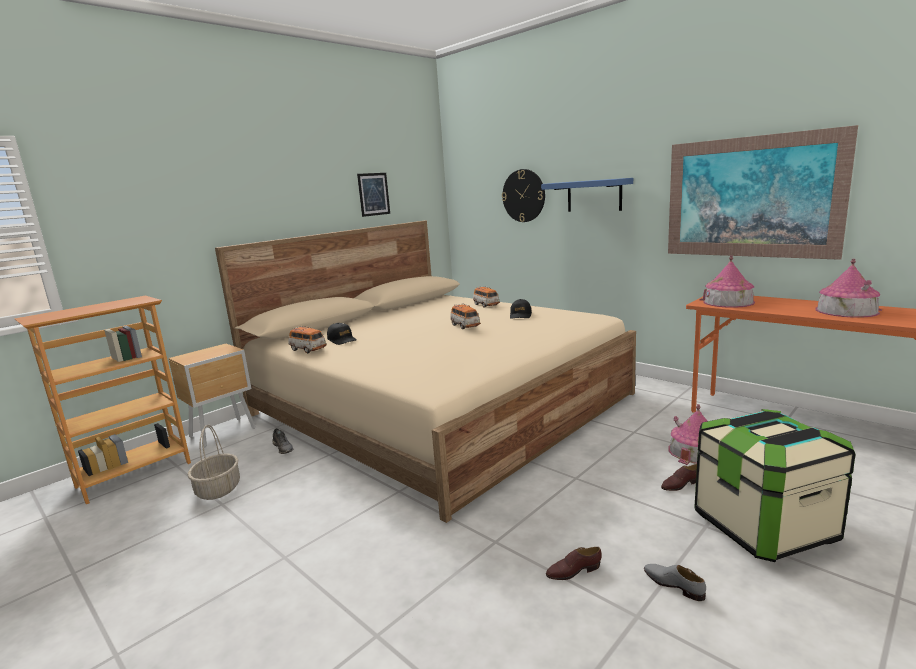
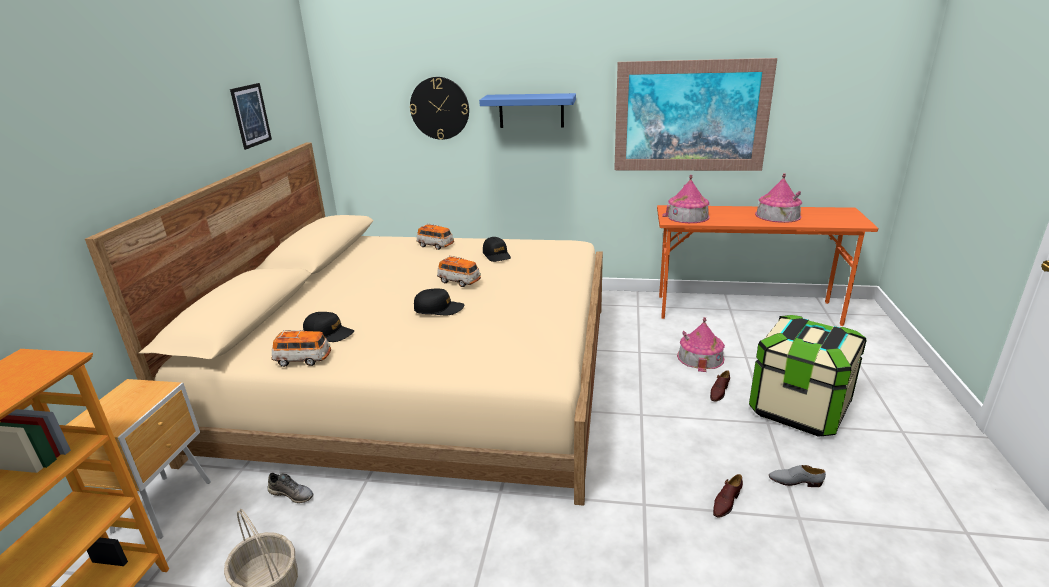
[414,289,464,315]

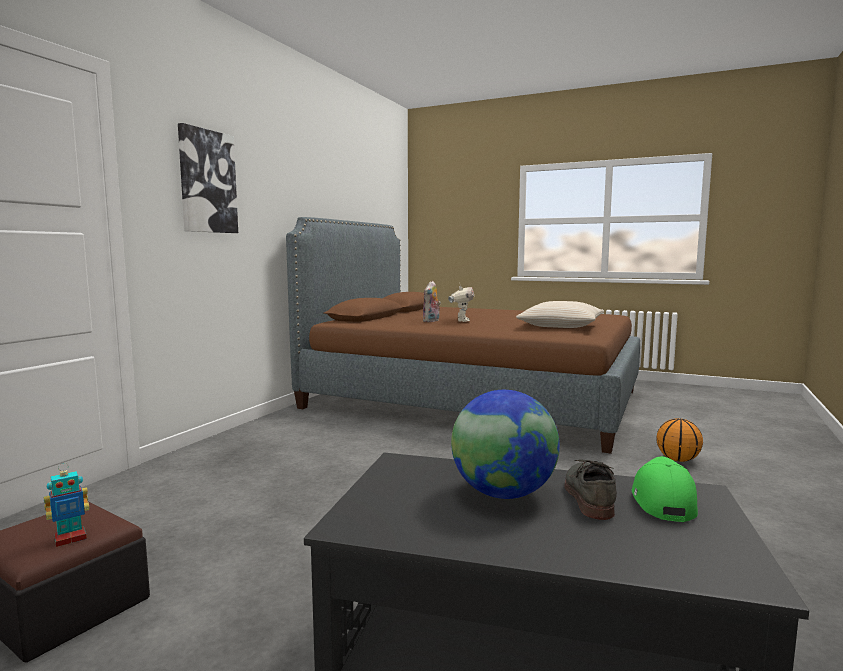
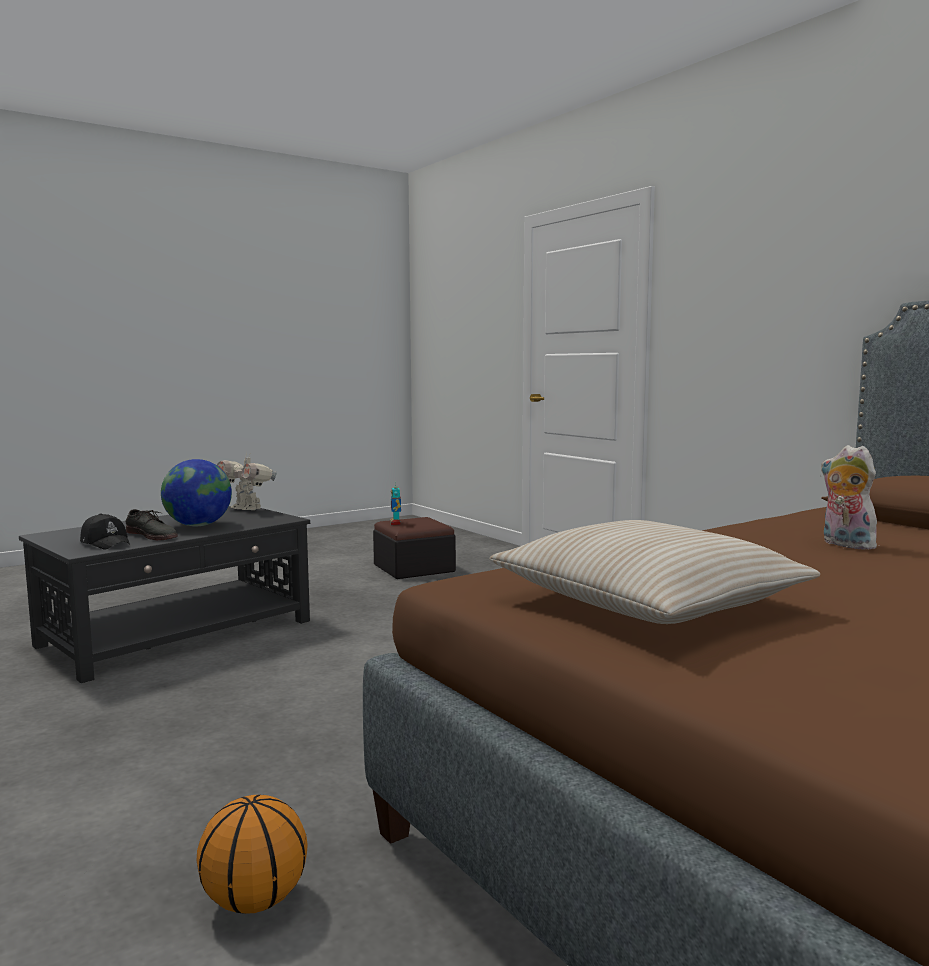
[178,123,238,233] (first image)
[217,452,277,510]
[80,513,130,550]

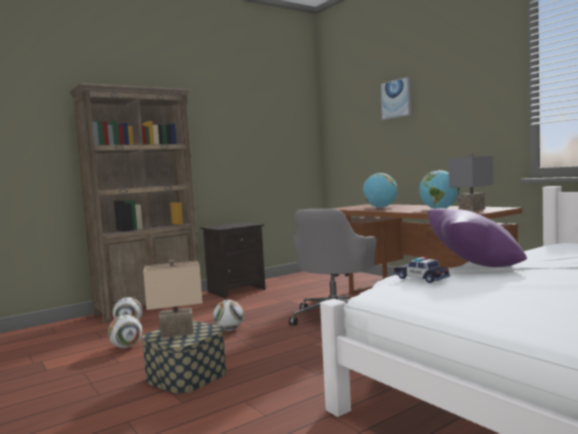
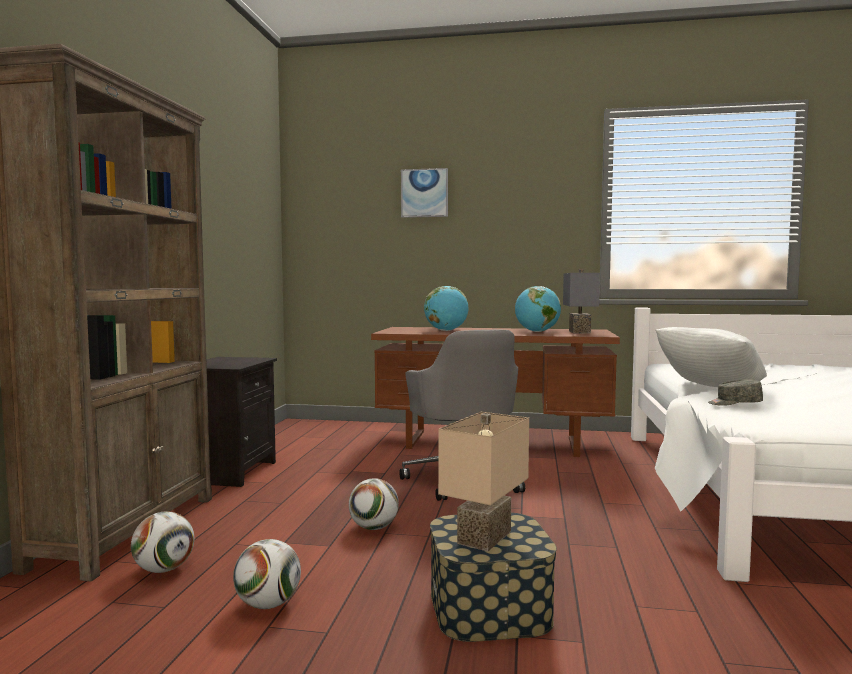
[655,327,767,387]
[708,380,763,406]

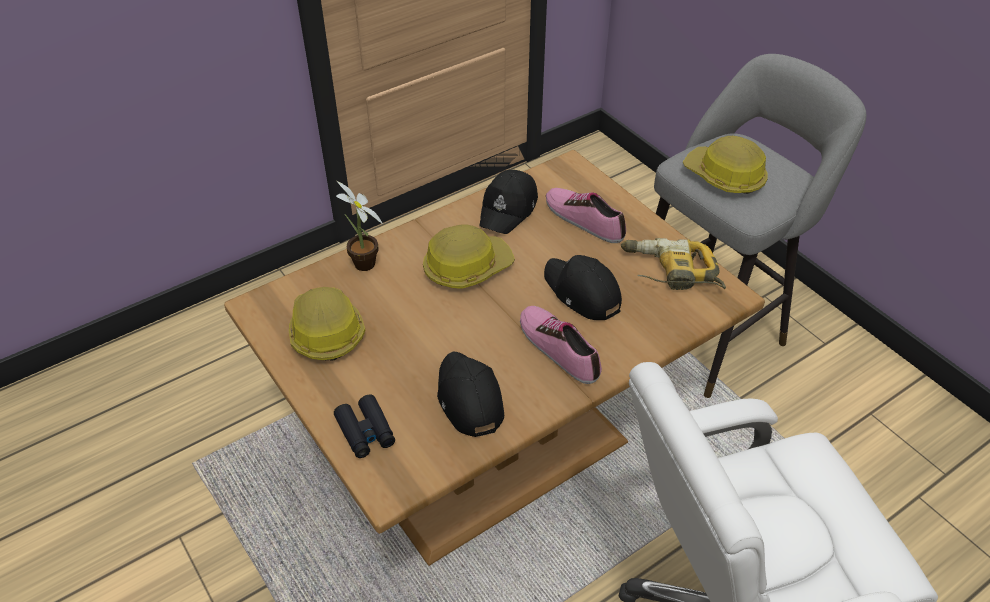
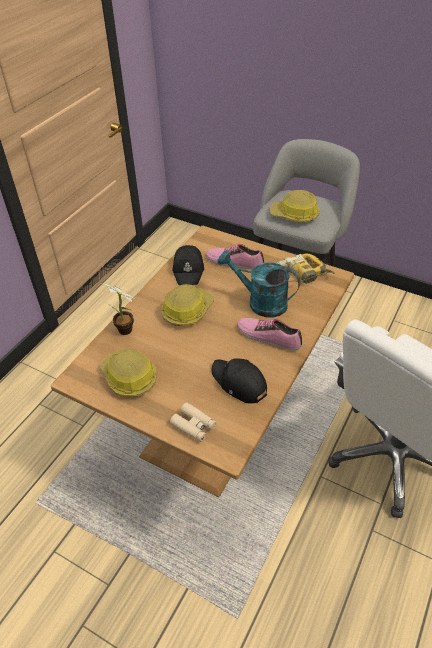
[217,250,300,318]
[170,403,216,442]

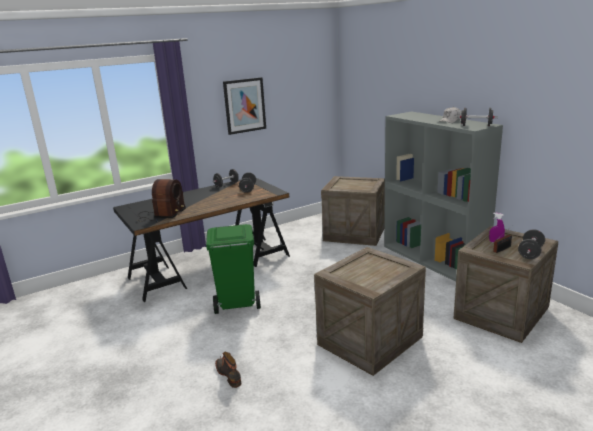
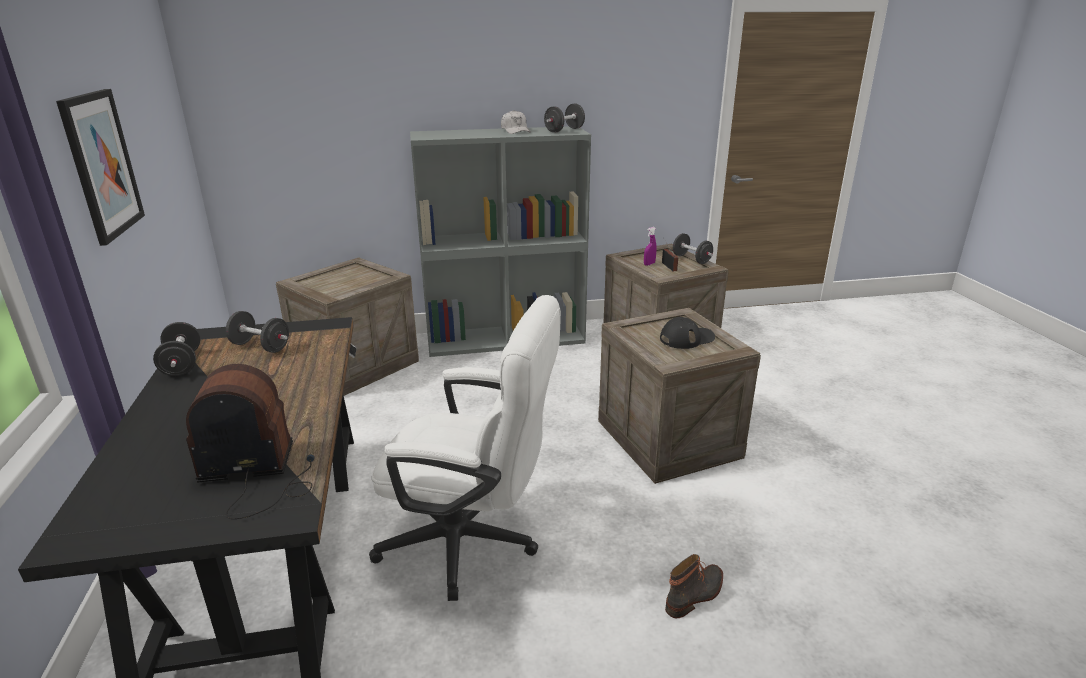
[186,364,314,519]
[369,295,561,601]
[665,554,723,618]
[660,317,715,349]

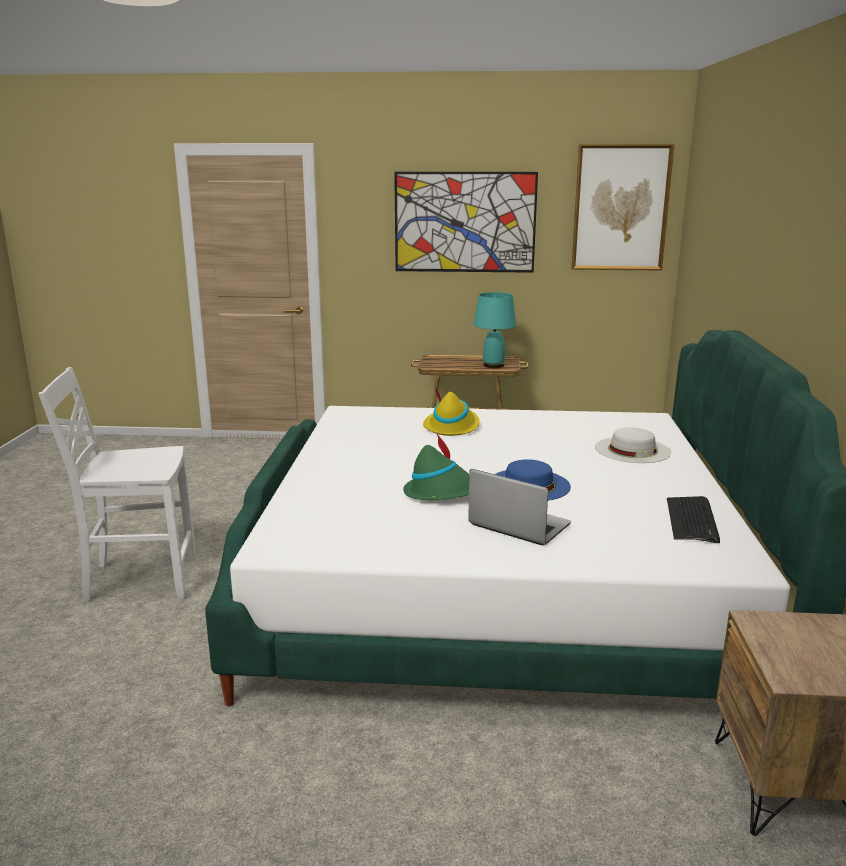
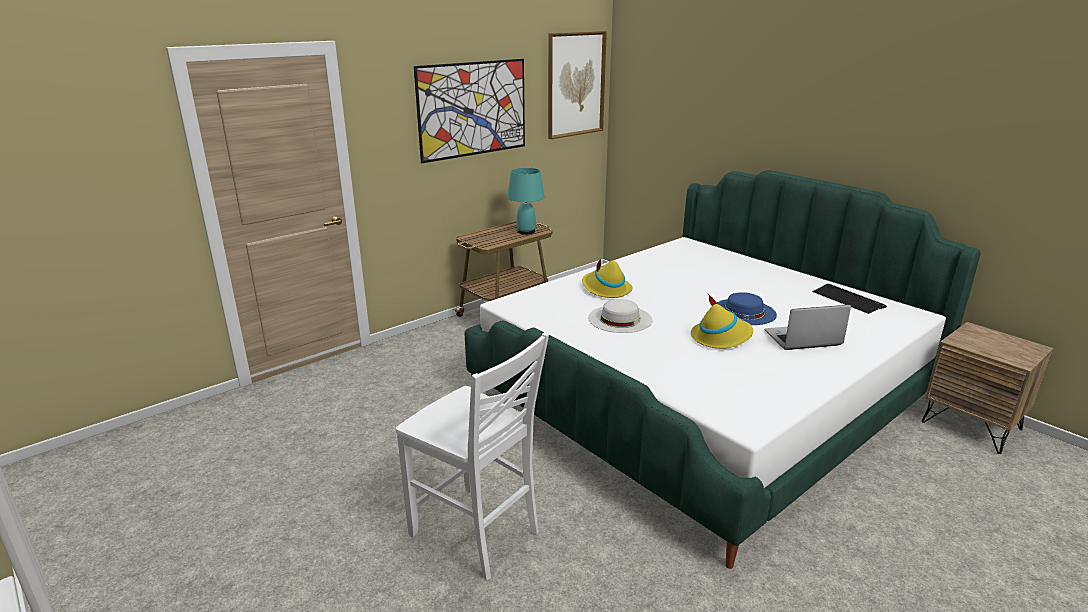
[396,332,549,580]
[588,299,652,333]
[691,294,753,349]

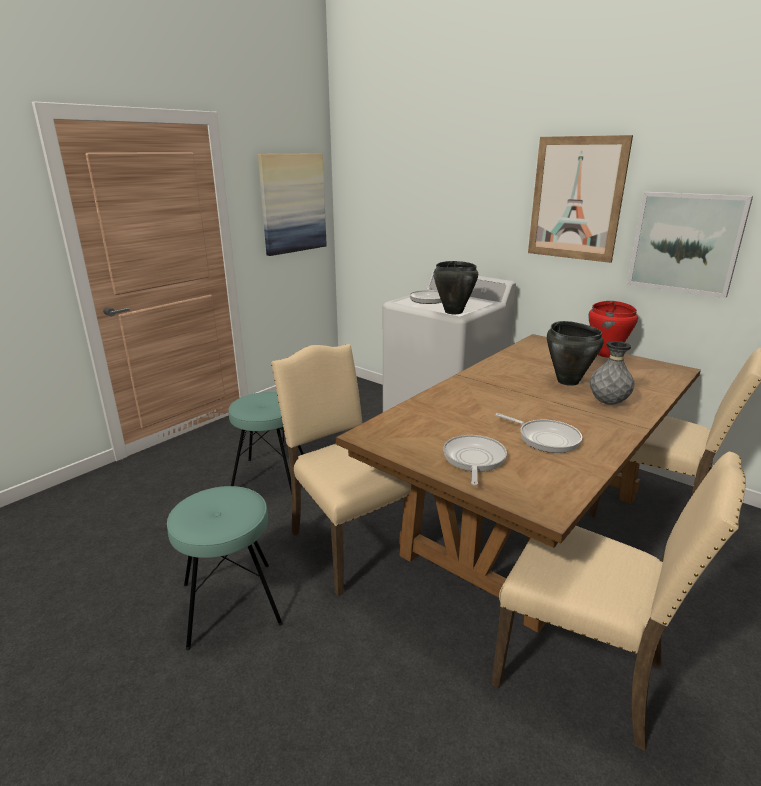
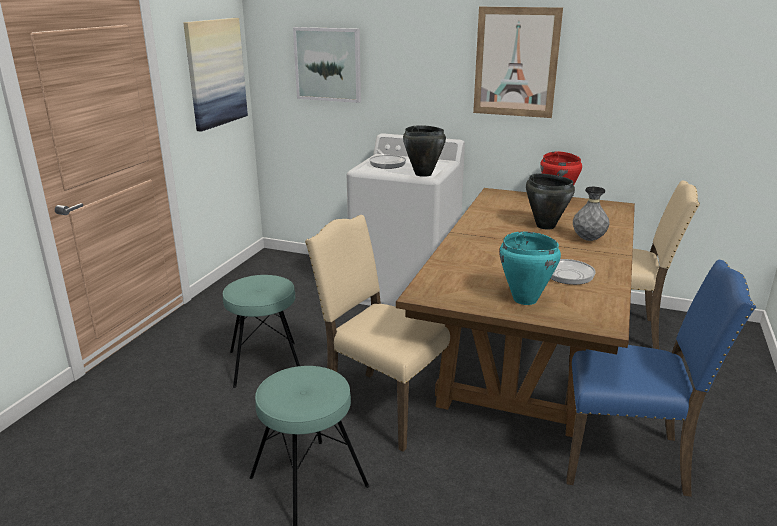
[293,27,361,103]
[499,231,561,305]
[565,260,756,497]

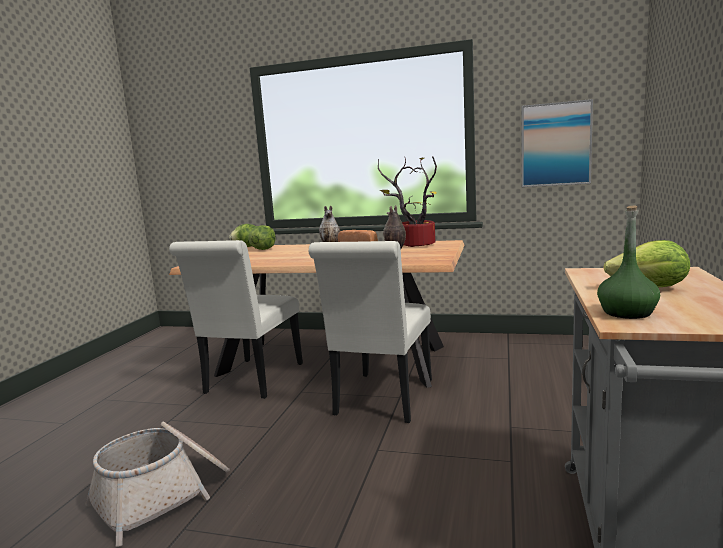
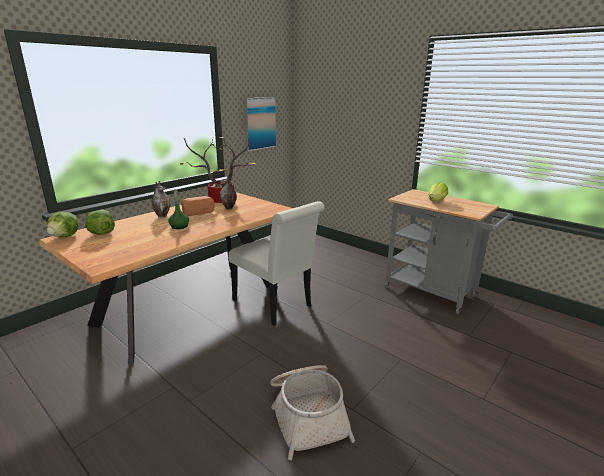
[168,189,189,229]
[169,240,303,399] (first image)

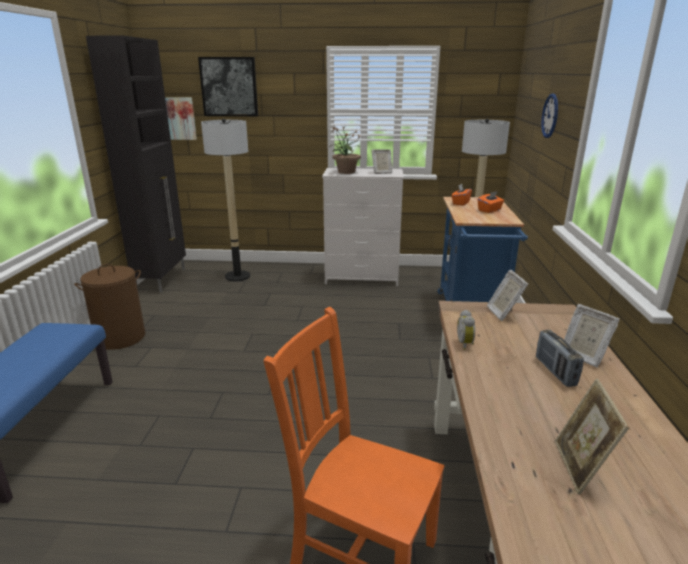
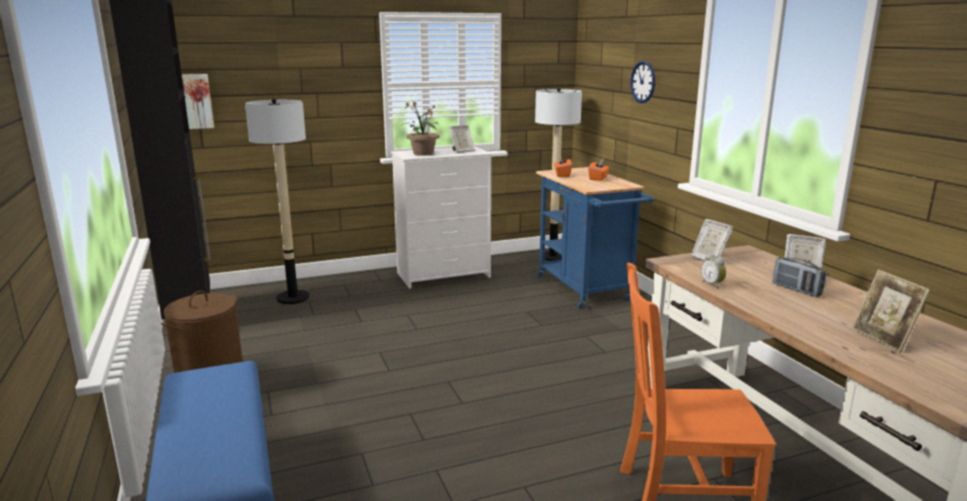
[198,57,258,116] (first image)

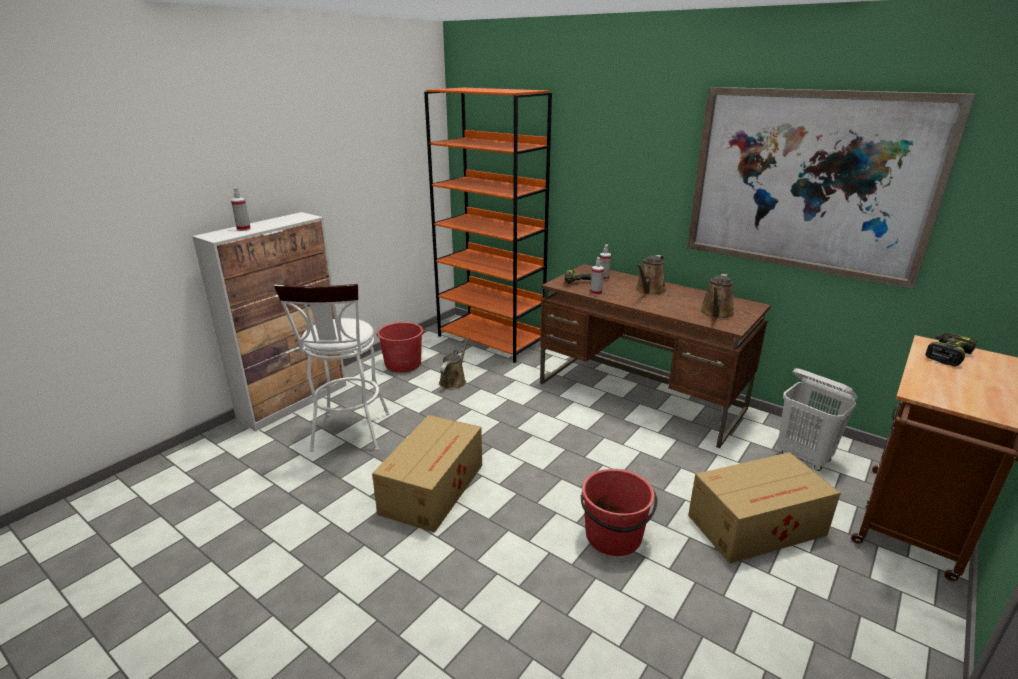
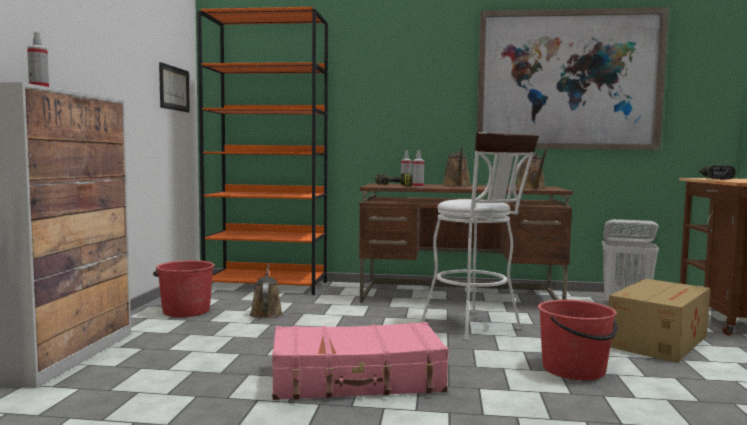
[421,132,539,341]
[272,322,449,400]
[159,62,190,112]

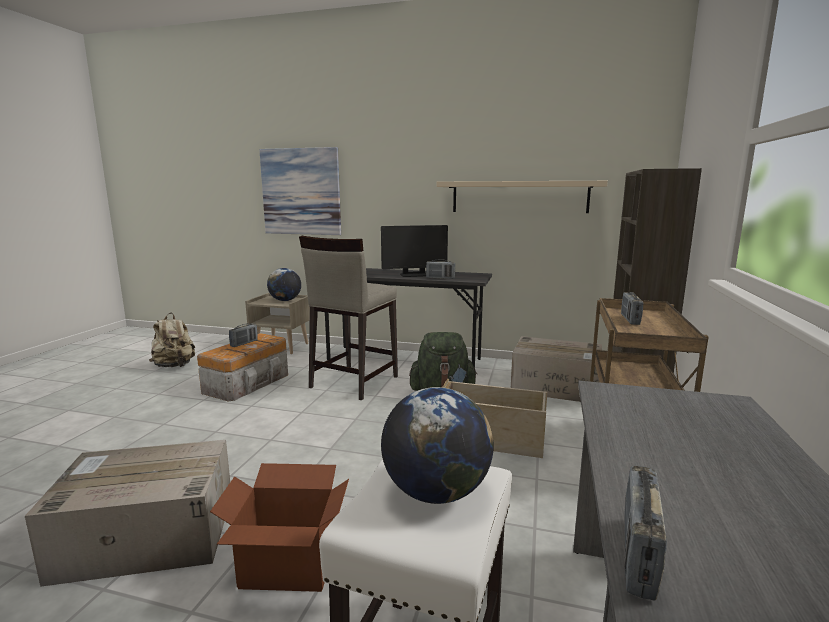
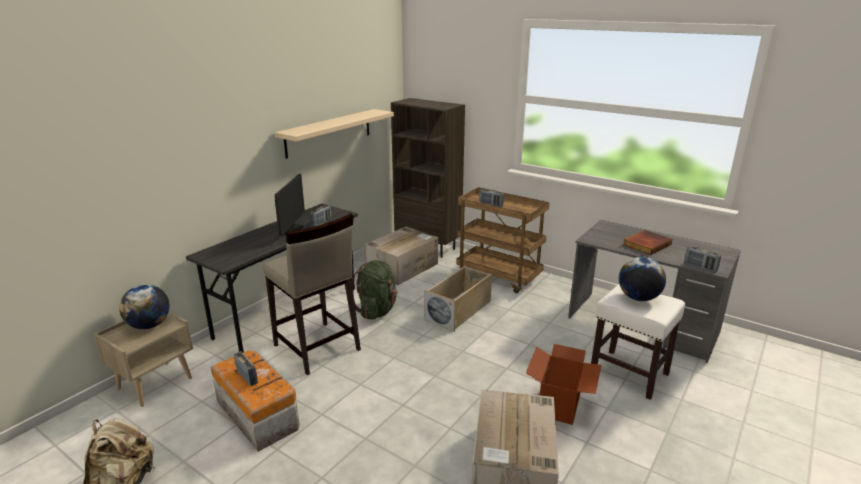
[259,147,341,235] (first image)
[623,230,672,255]

